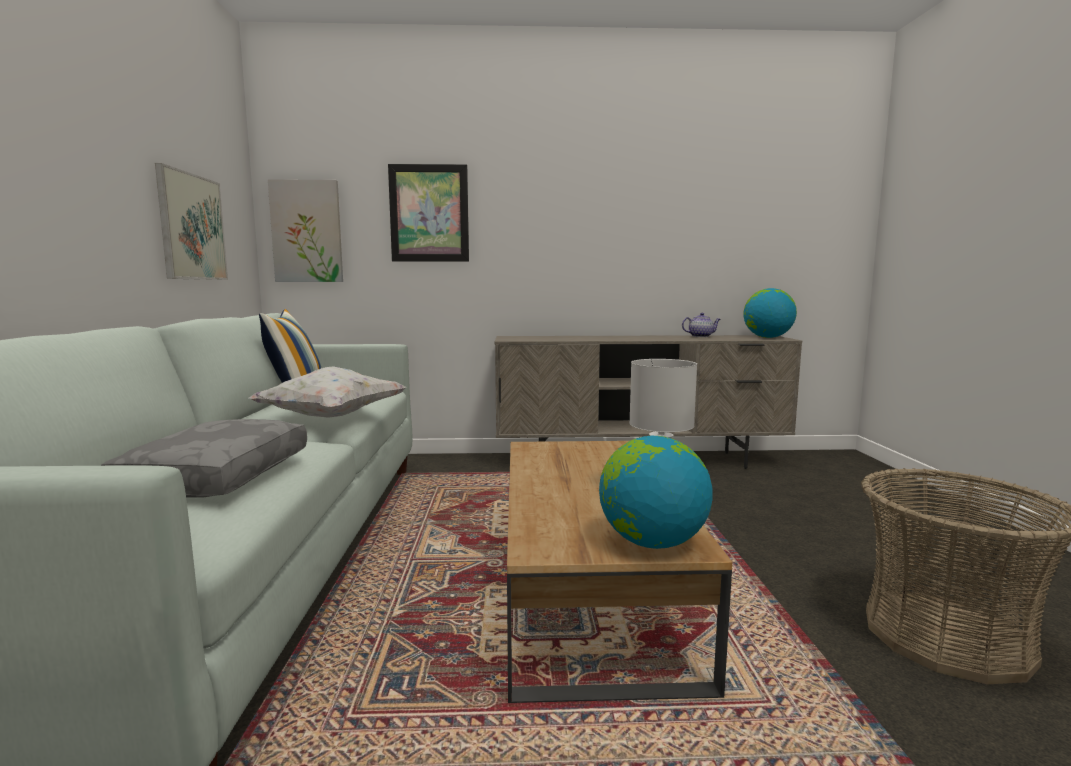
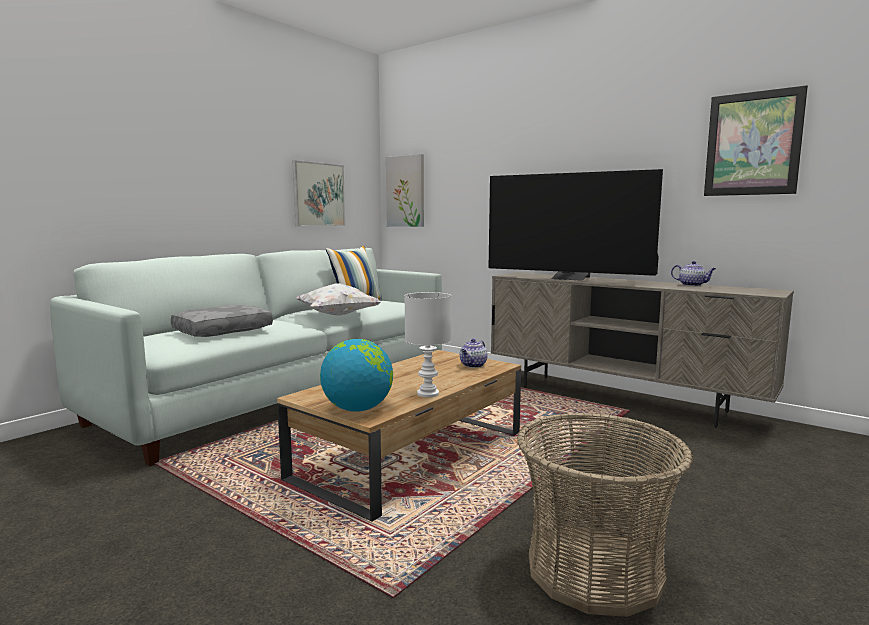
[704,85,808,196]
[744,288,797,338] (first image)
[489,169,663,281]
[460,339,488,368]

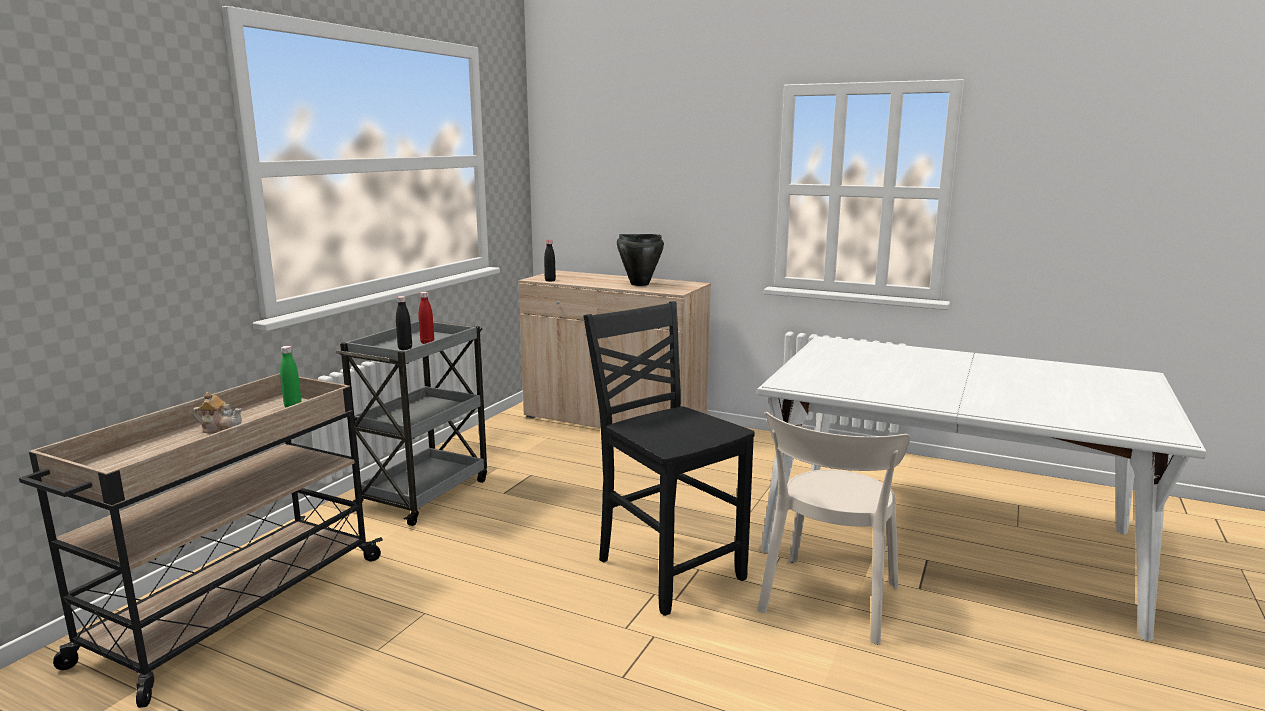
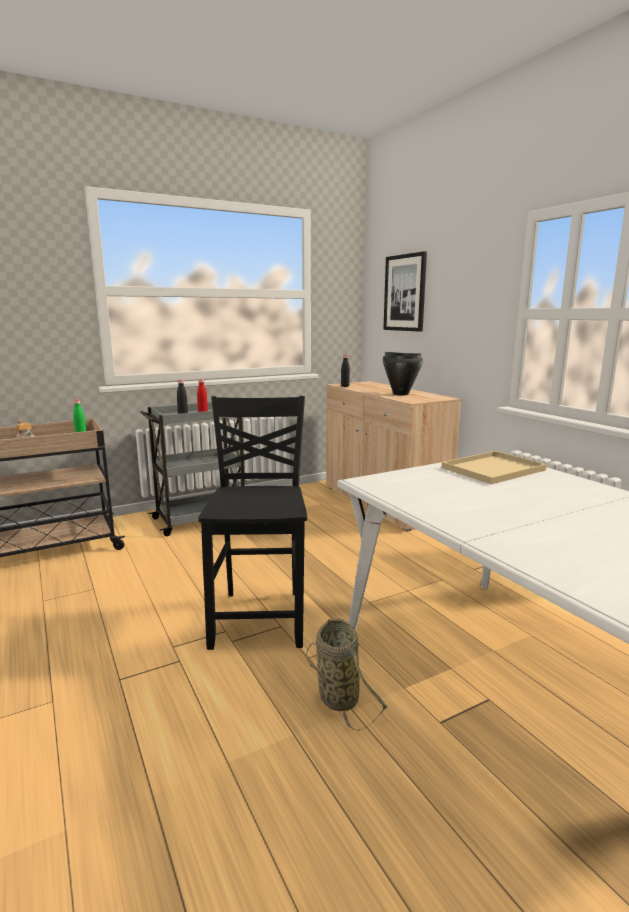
[306,618,388,731]
[383,251,427,332]
[442,451,547,484]

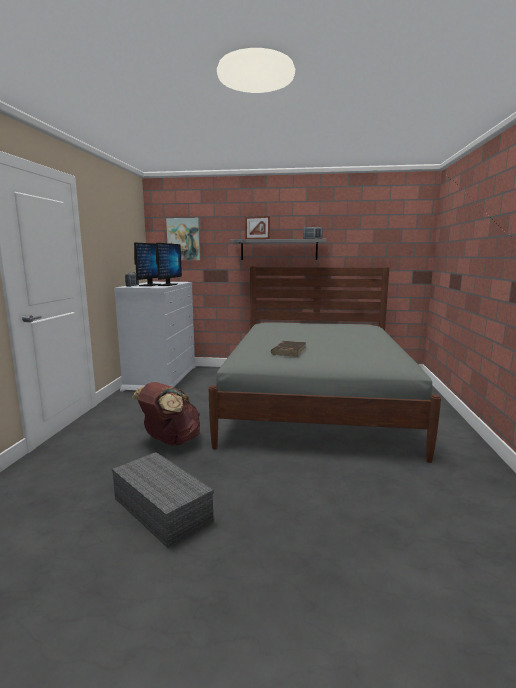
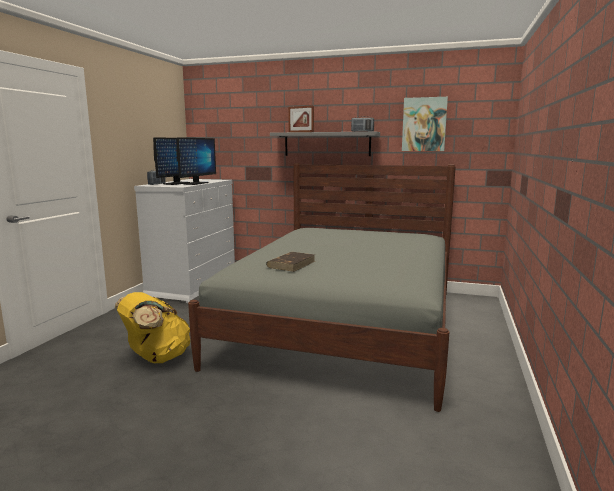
[402,97,448,151]
[115,292,190,363]
[112,452,214,548] (first image)

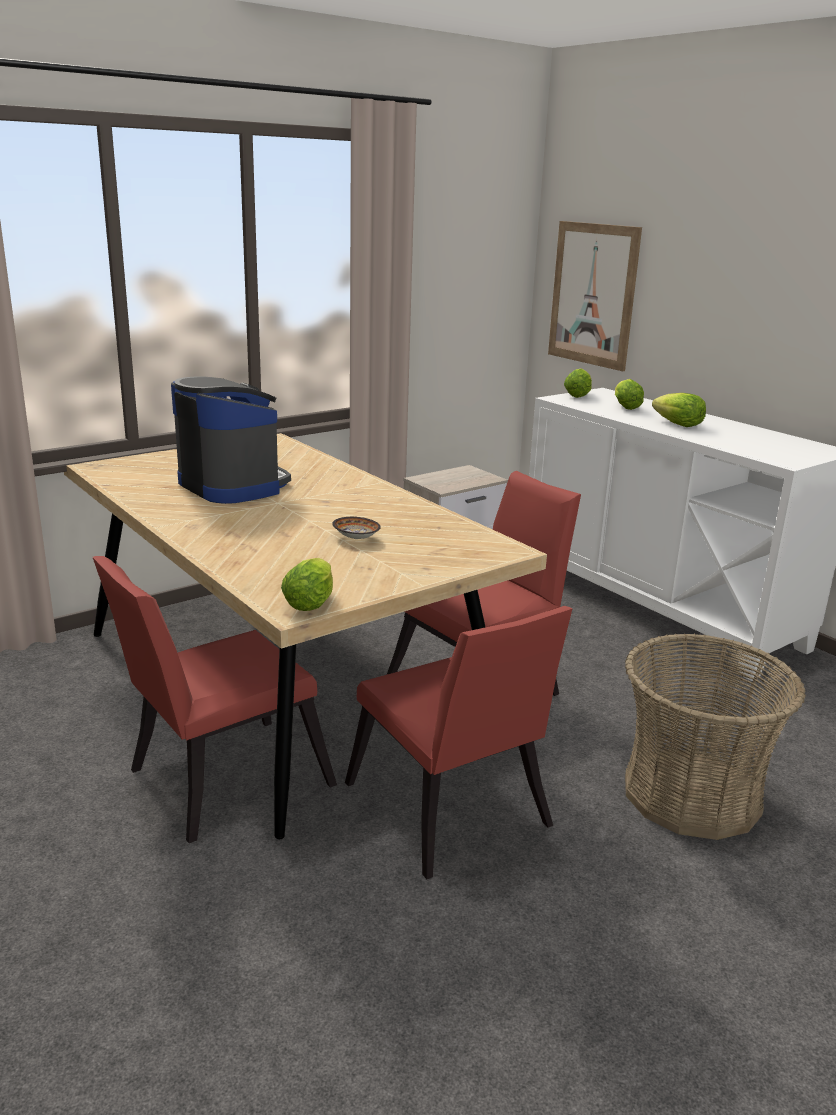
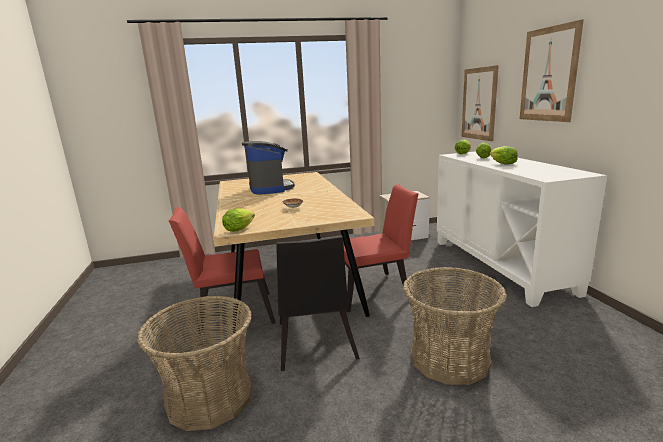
[276,236,360,371]
[520,19,584,122]
[137,296,252,431]

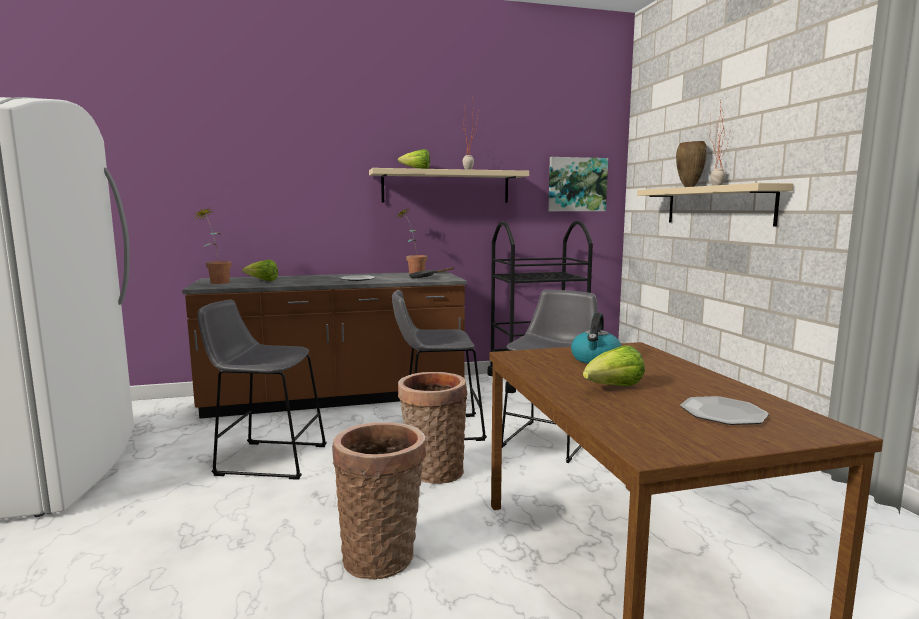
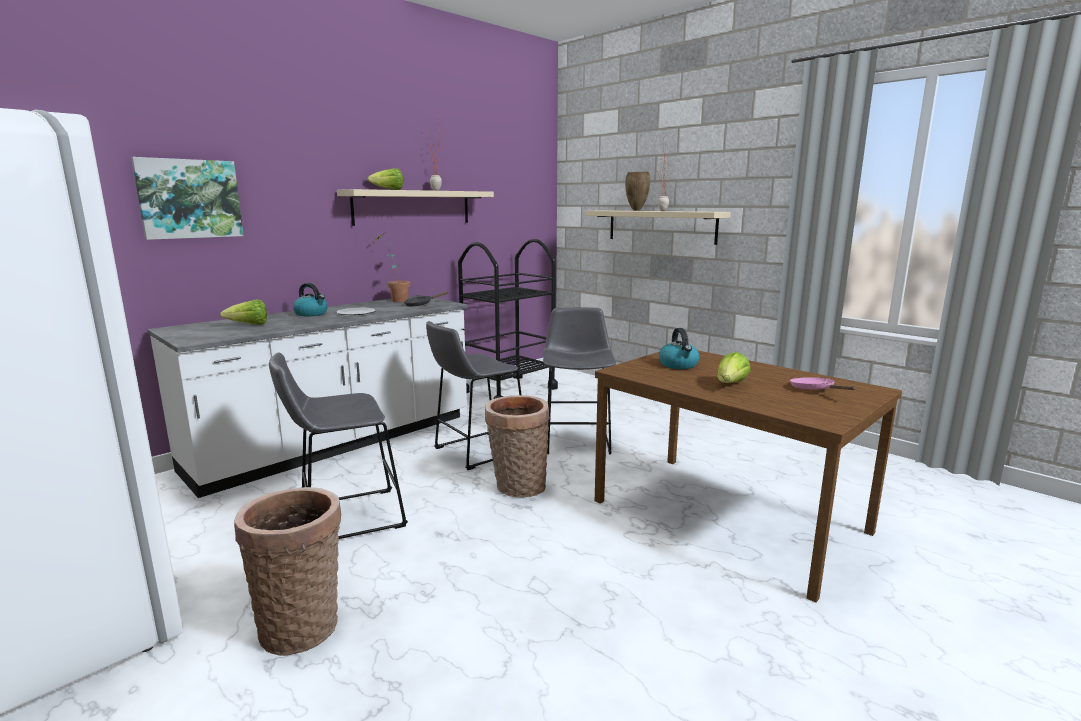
[131,157,244,240]
[193,208,232,284] (first image)
[147,295,468,498]
[790,377,856,390]
[234,487,341,656]
[293,283,328,316]

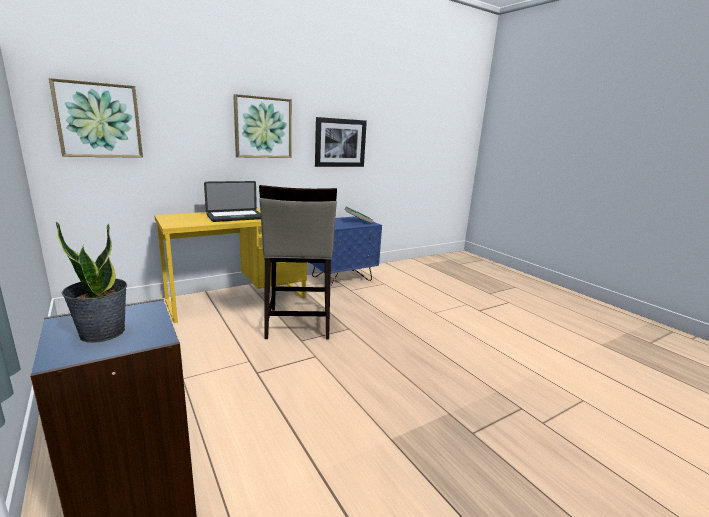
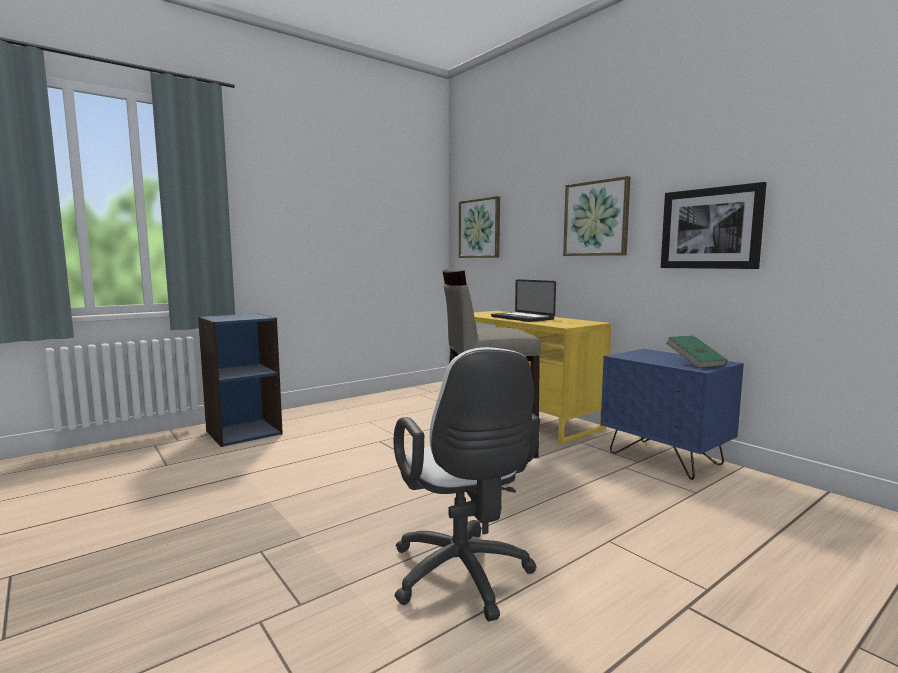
[56,221,127,343] (first image)
[394,347,540,621]

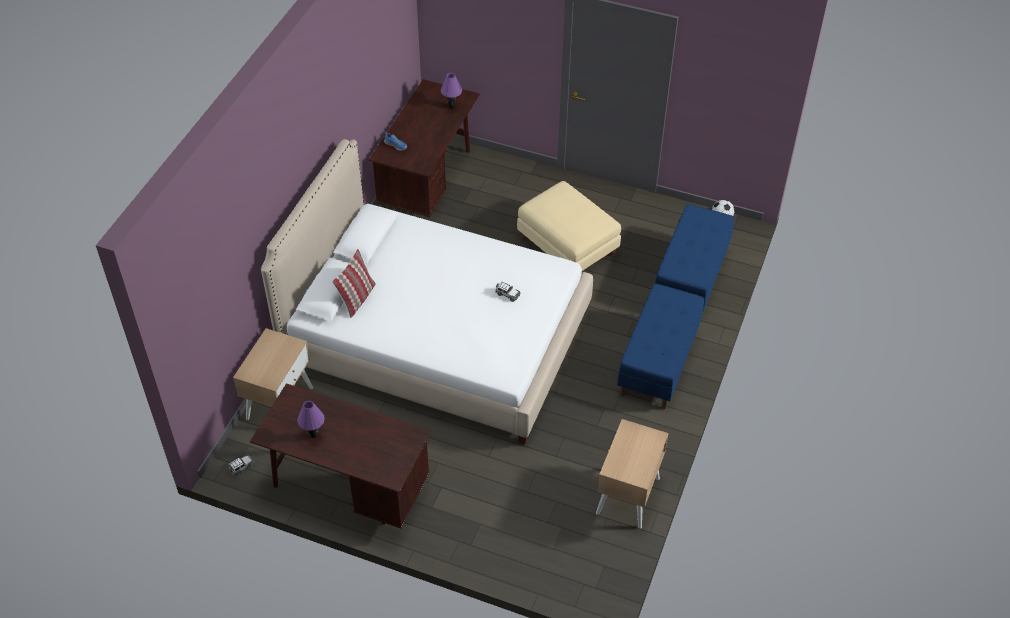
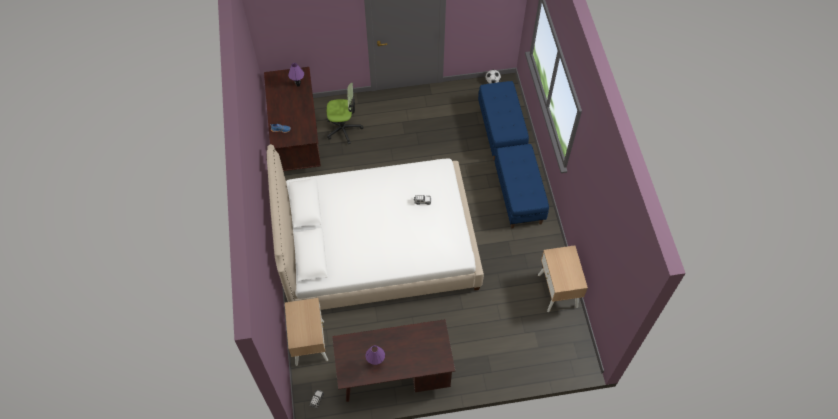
[517,181,621,271] (first image)
[332,249,376,318] (first image)
[327,83,363,145]

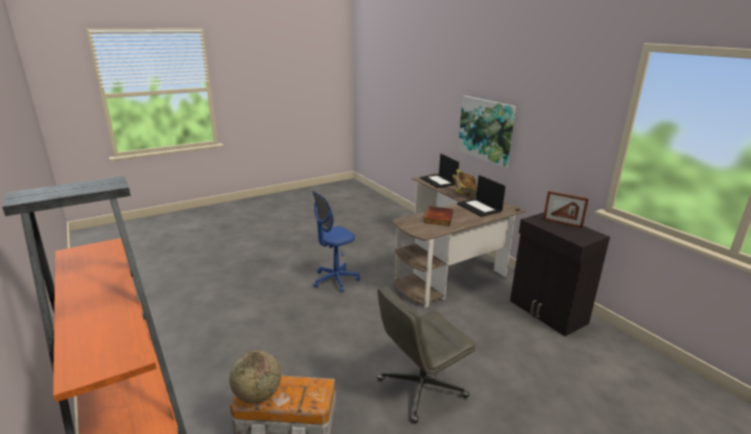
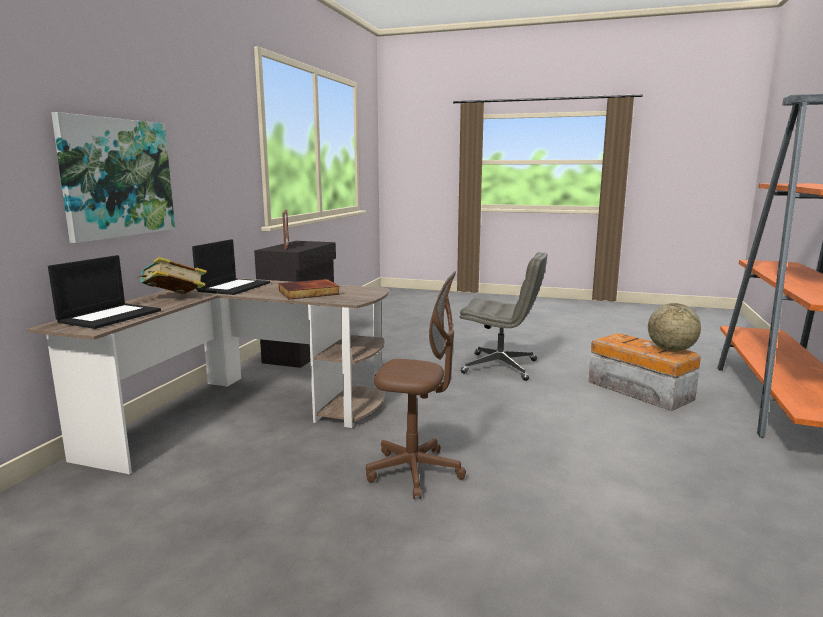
[366,271,466,499]

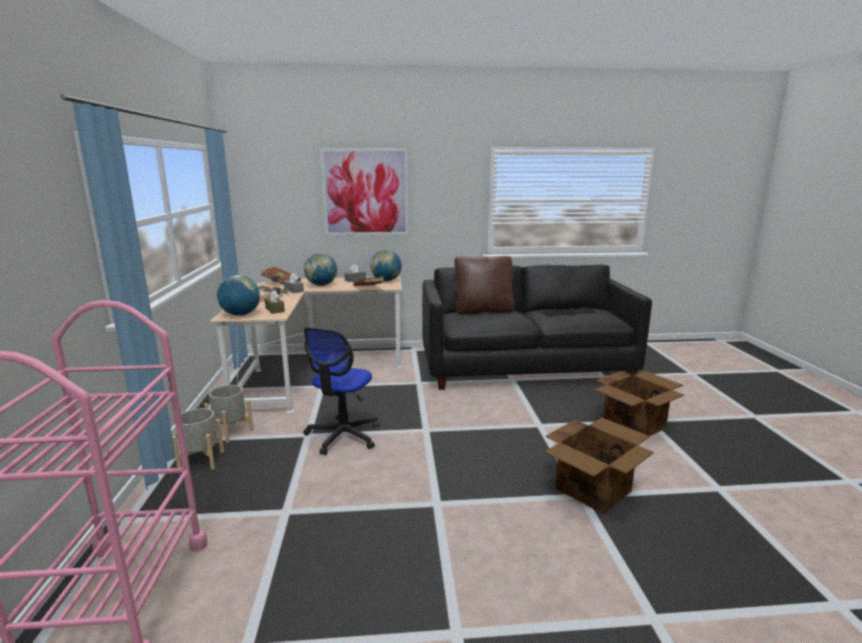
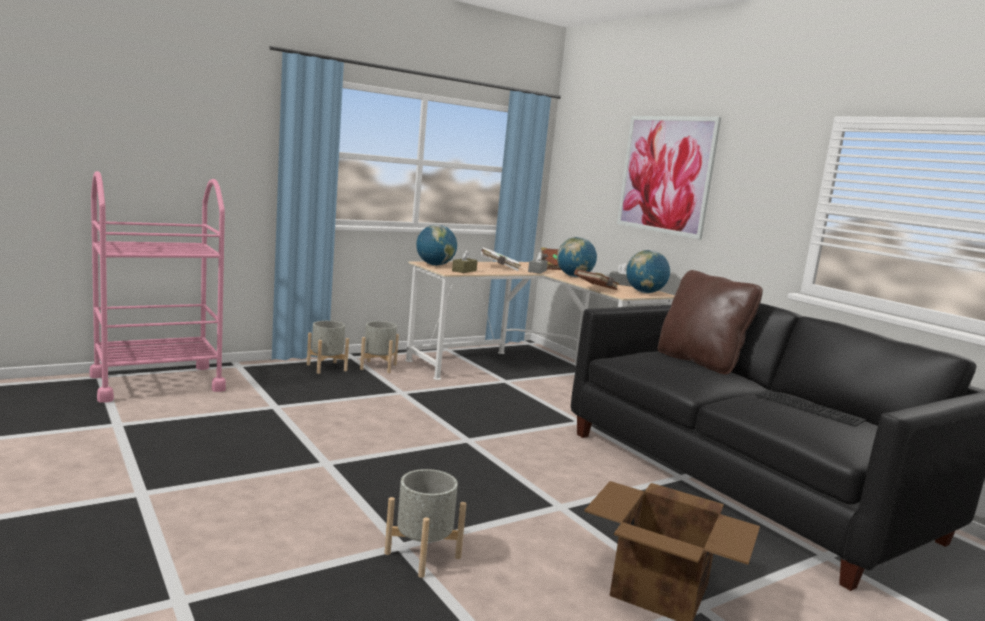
[303,327,379,455] (first image)
[384,469,466,578]

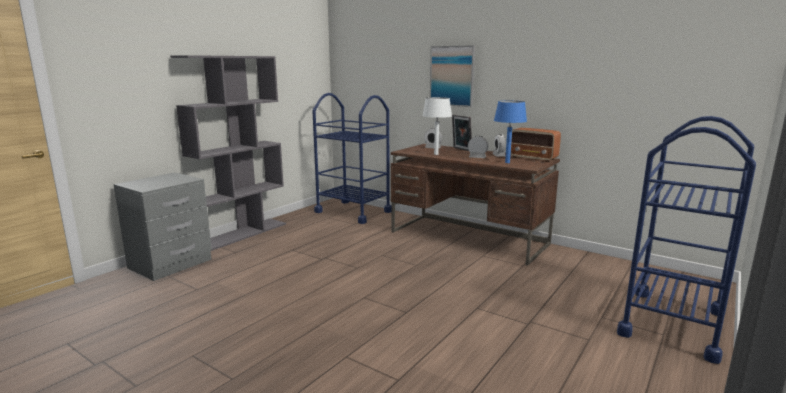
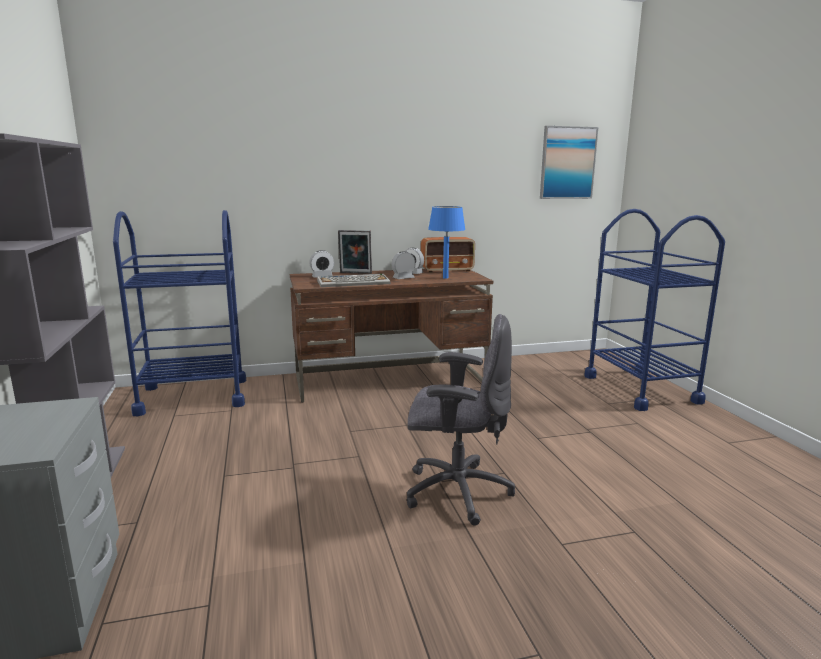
[540,126,598,199]
[317,274,390,287]
[406,314,515,526]

